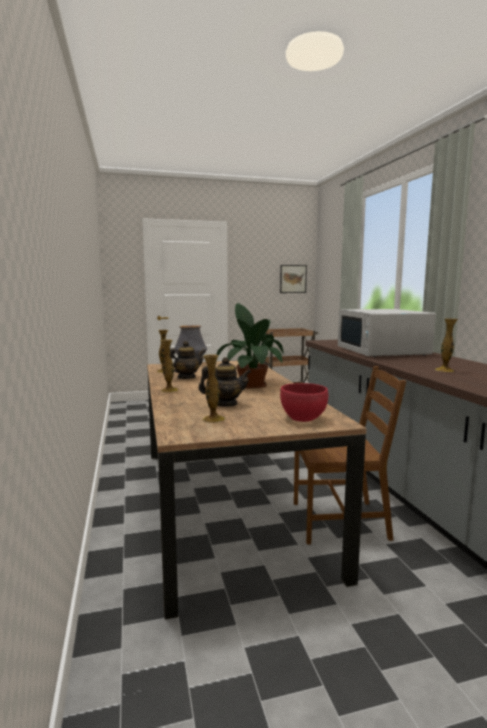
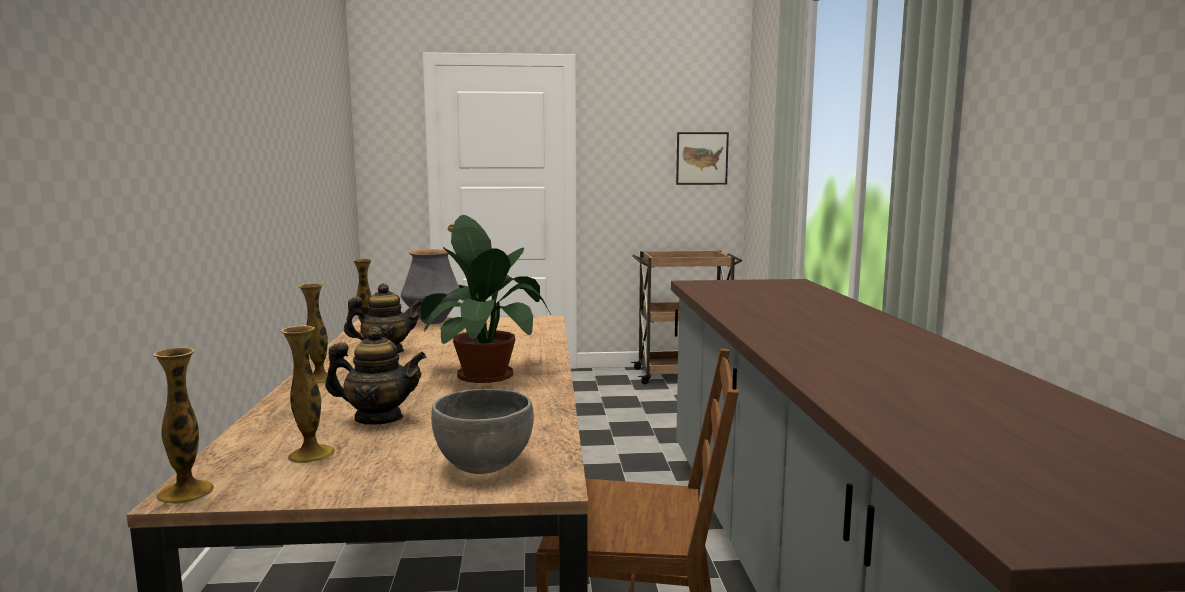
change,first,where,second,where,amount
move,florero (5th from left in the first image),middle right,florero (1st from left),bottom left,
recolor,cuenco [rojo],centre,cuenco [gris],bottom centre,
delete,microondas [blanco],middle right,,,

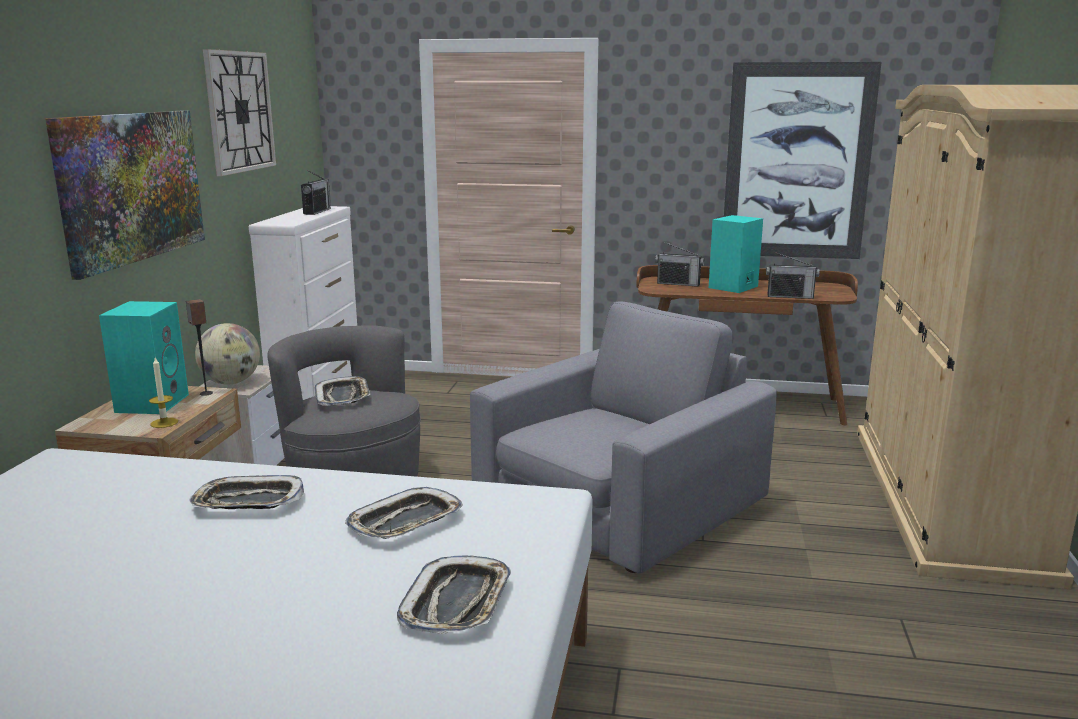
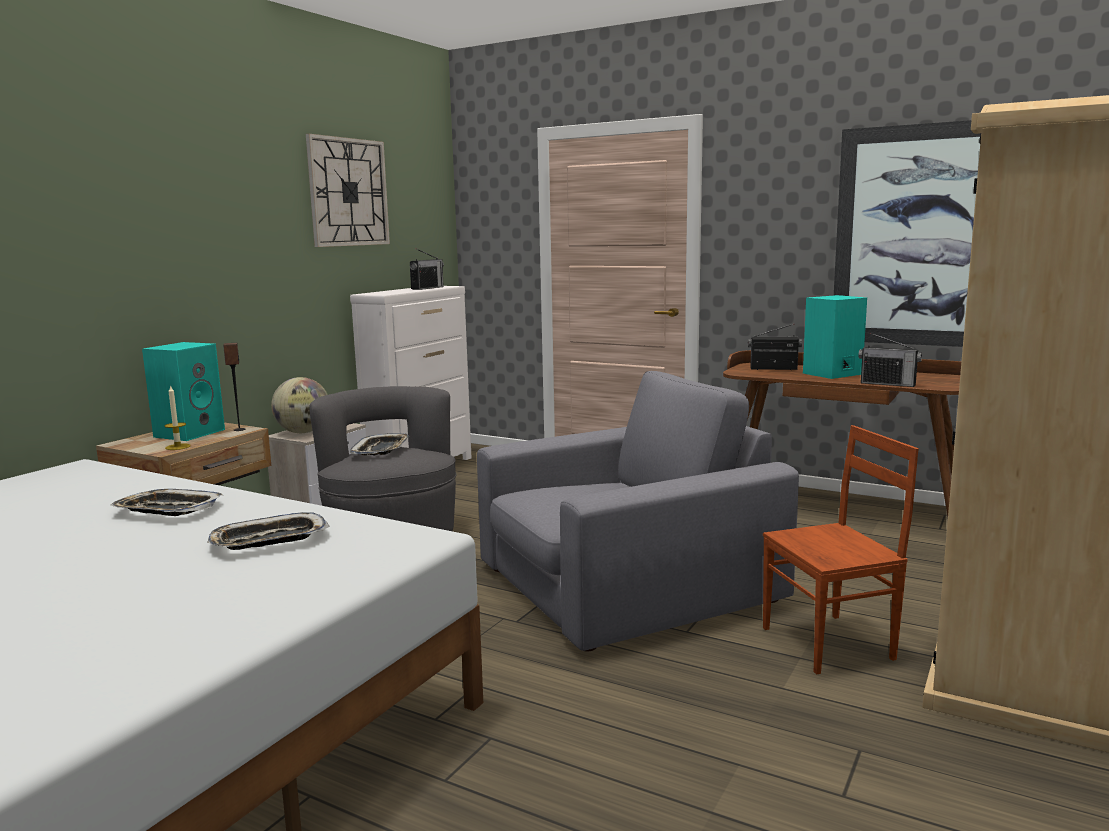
change,first,where,second,where,amount
rotate,radio (2nd from left),centre,,middle right,150 degrees clockwise
insert,,,silla [marrón],middle right,
delete,cuadro (1st from left),top left,,,
delete,bandeja (4th from left),bottom centre,,,

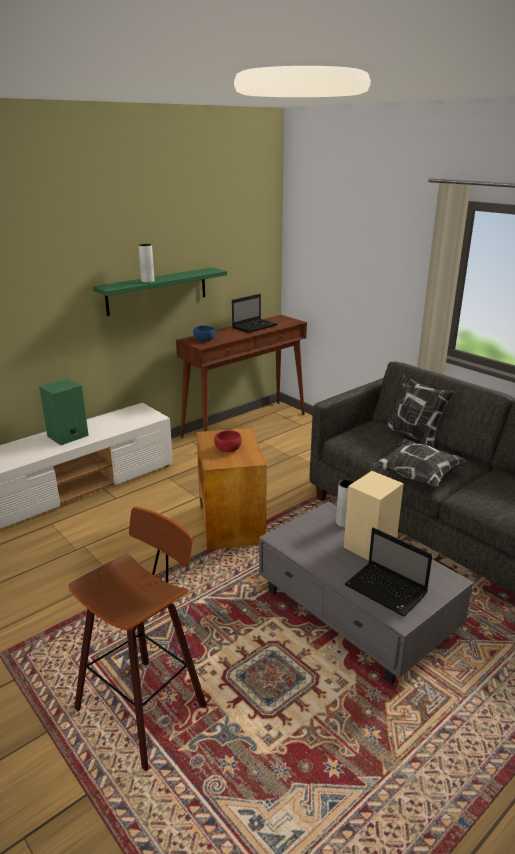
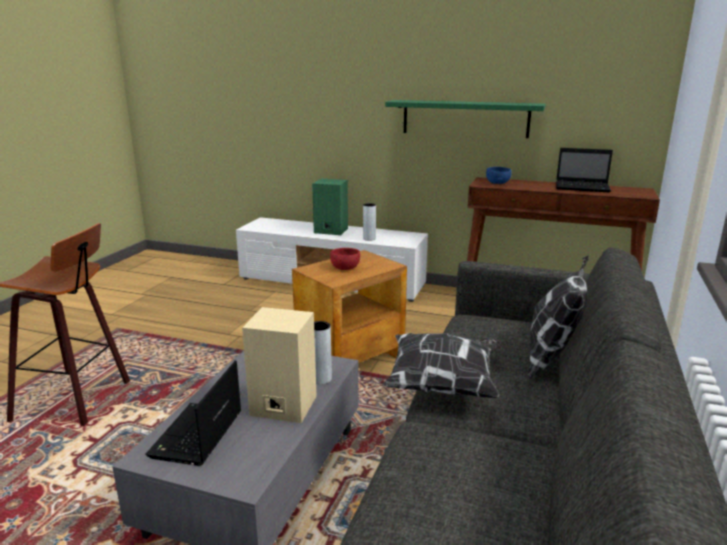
change,first,where,second,where,amount
move,florero [gris] (1st from left in the first image),top left,florero [gris] (2nd from left),centre,

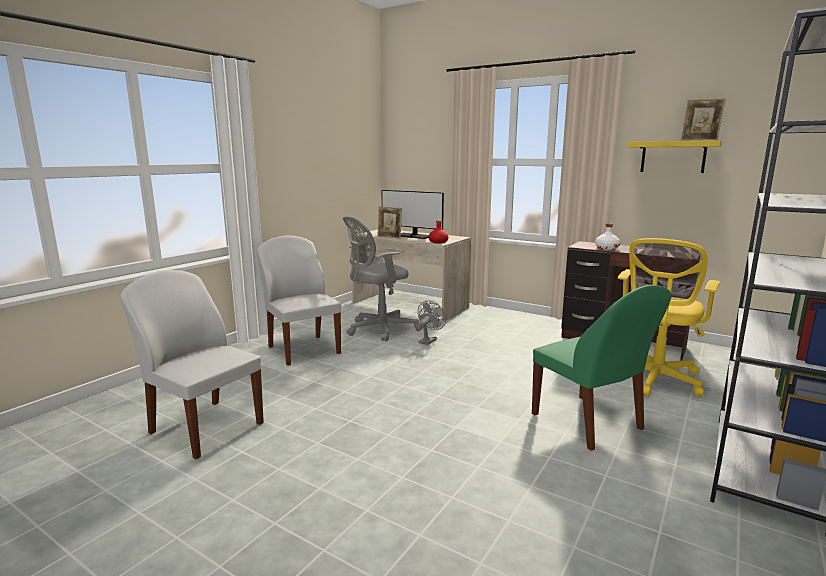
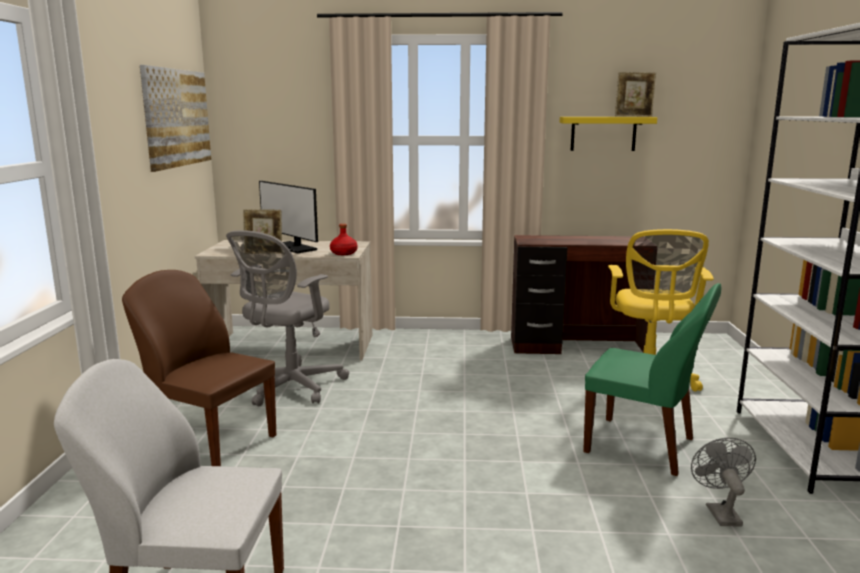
change,first,where,second,where,amount
recolor,silla [blanco] (2nd from left),centre,silla [marrón],middle left,
insert,,,cuadro,top left,
rotate,monitor,centre,,centre,45 degrees clockwise
move,ventilador [gris],centre,,bottom right,
delete,botella [blanco],middle right,,,

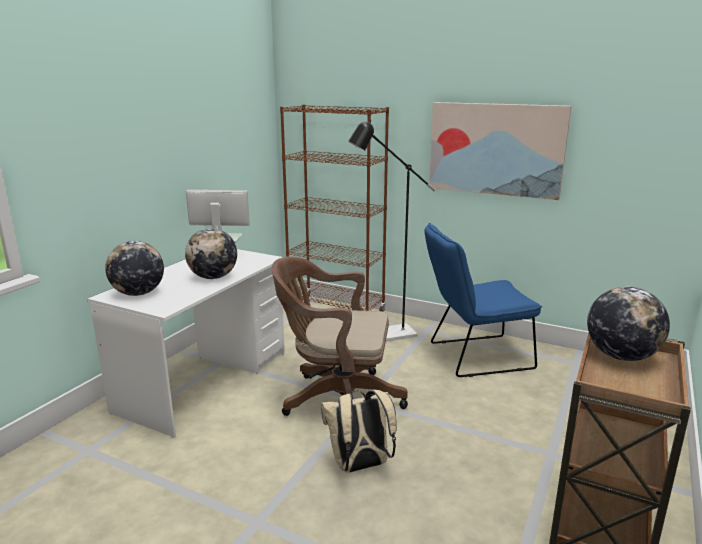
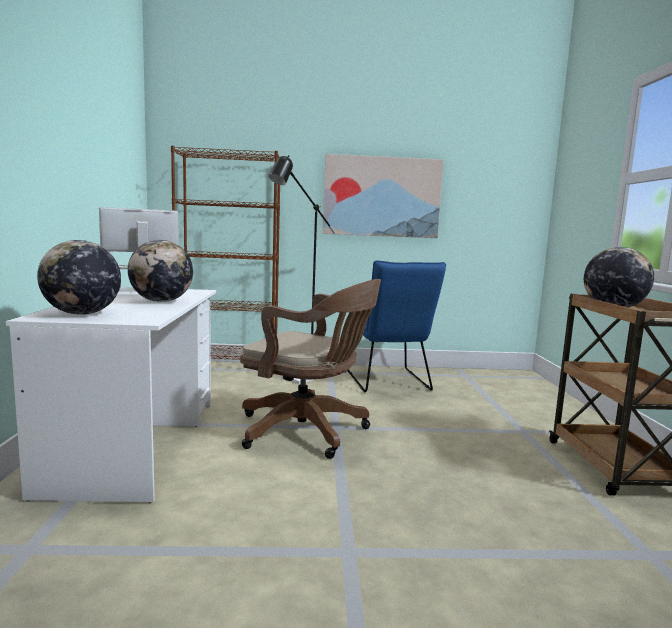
change,first,where,second,where,amount
rotate,silla de oficina [marrón],centre,,centre,135 degrees counterclockwise
rotate,silla [azul],middle right,,centre,60 degrees counterclockwise
delete,mochila [beis],bottom centre,,,

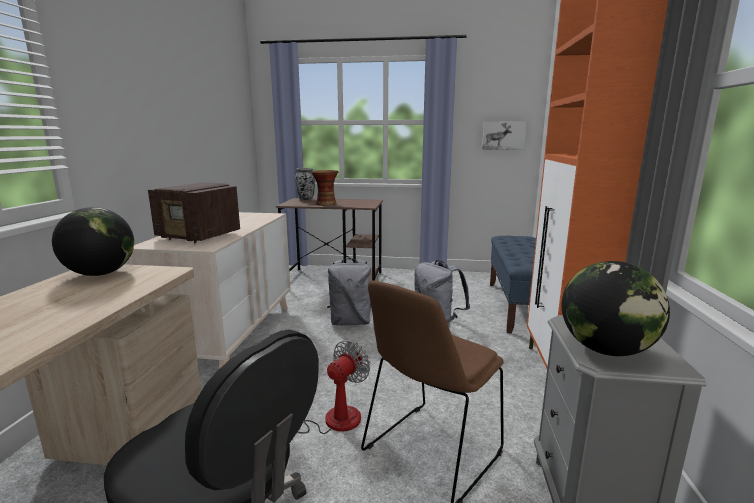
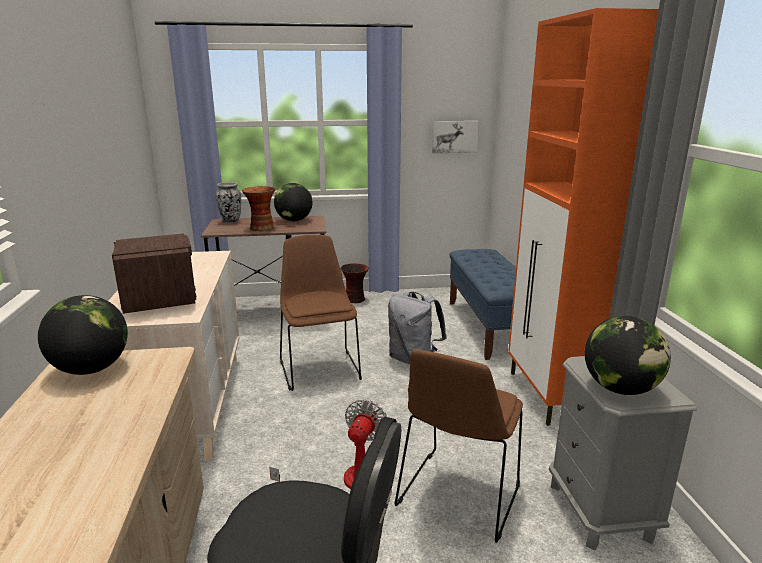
change,first,where,second,where,amount
rotate,radio,middle left,,middle left,120 degrees counterclockwise
insert,,,globo terráqueo (2nd from left),centre,
replace,mochila [gris] (1st from left),centre,silla [marrón] (1st from left),centre,
insert,,,florero (3rd from left),centre,

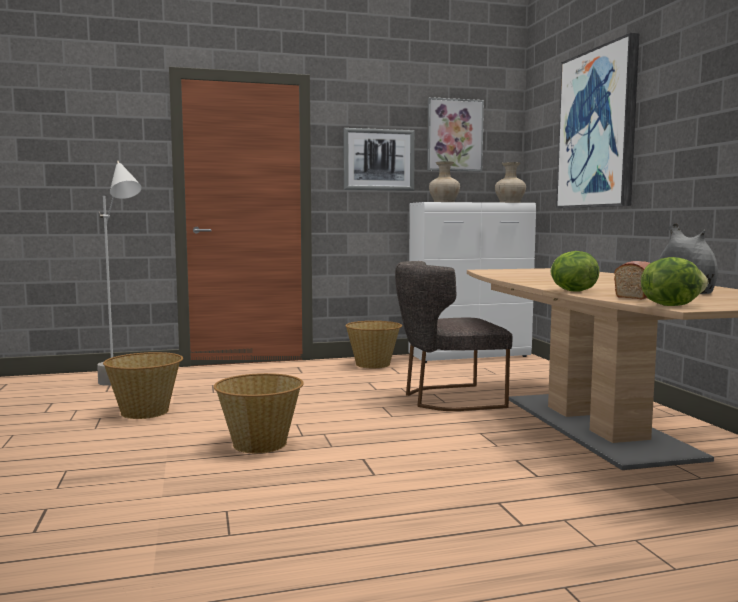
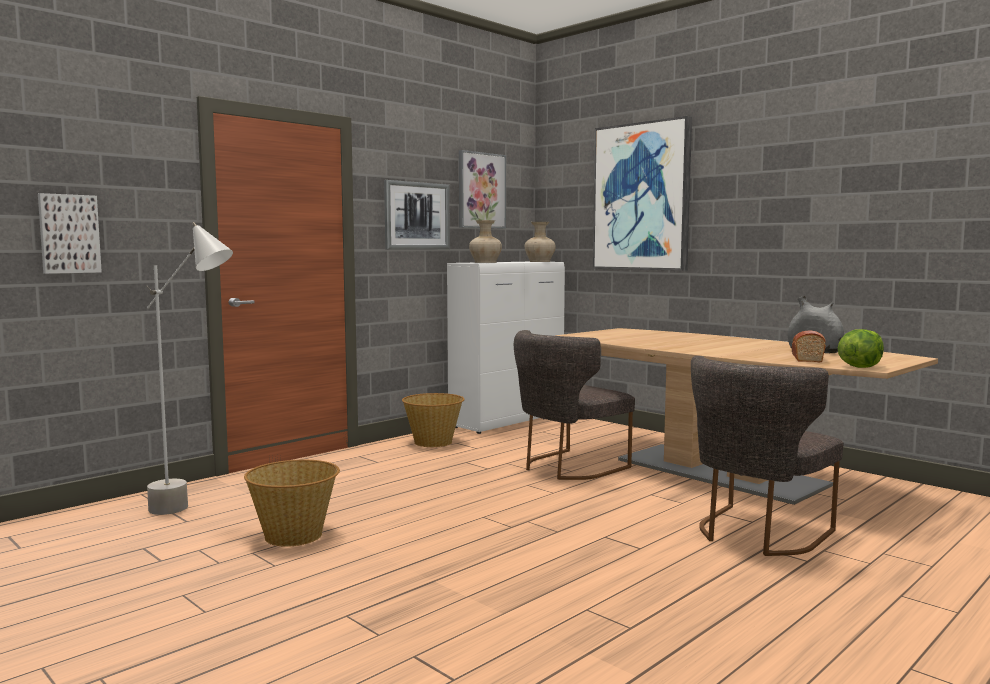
change,first,where,second,where,amount
insert,,,cuadro (1st from left),middle left,
insert,,,silla [gris] (2nd from left),bottom right,
delete,cesta (2nd from left),bottom centre,,,
delete,lechuga (1st from left),middle right,,,

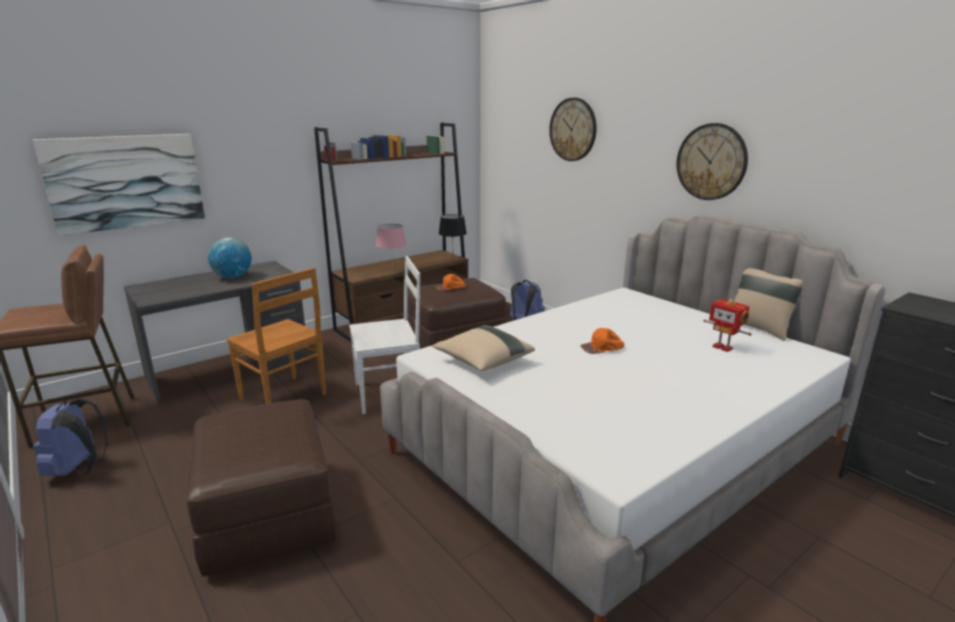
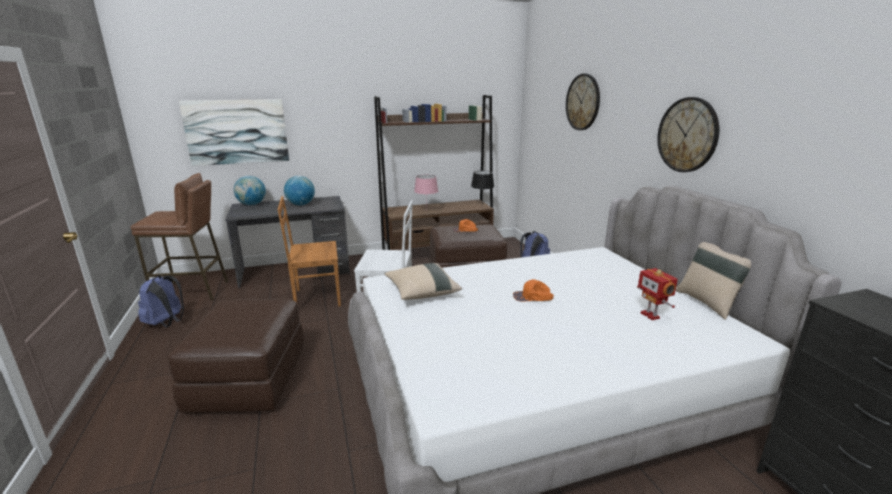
change,first,where,second,where,amount
insert,,,globo terráqueo (1st from left),middle left,
rotate,silla [marrón],middle left,,centre,105 degrees clockwise

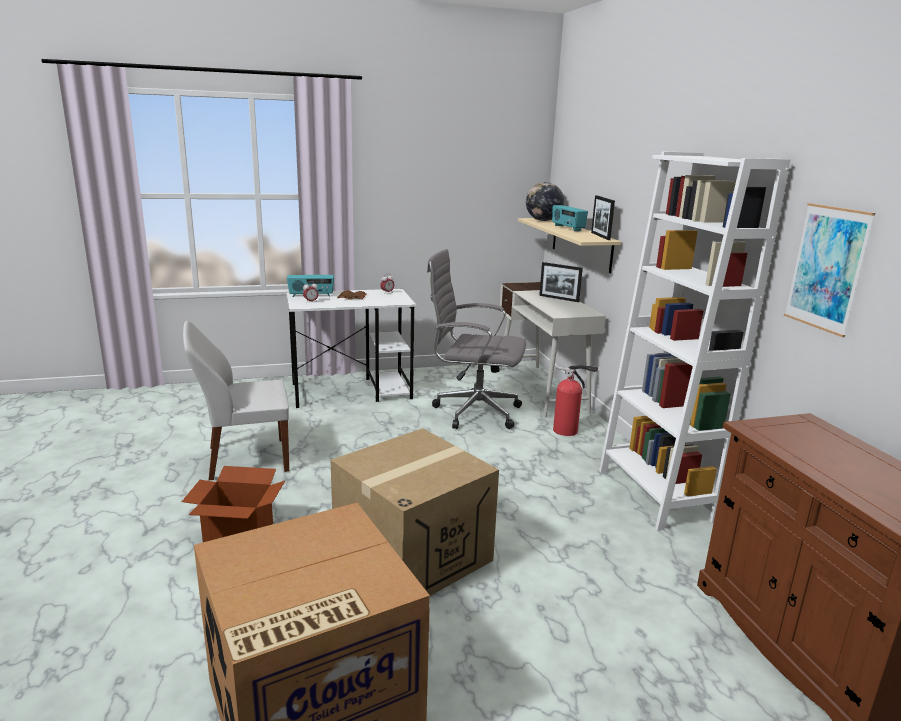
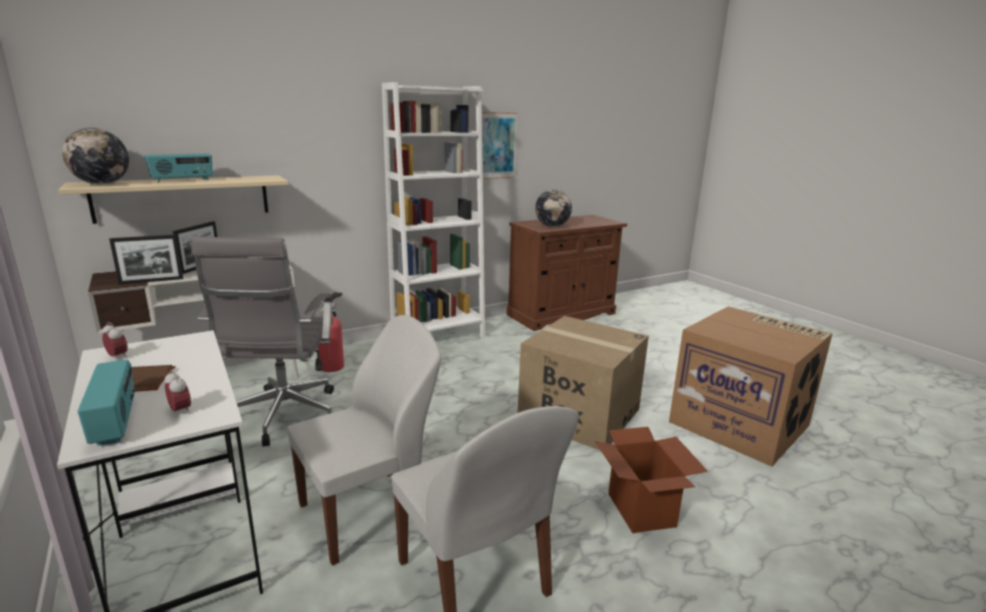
change,first,where,second,where,amount
move,portarretratos (2nd from left in the first image),top right,portarretratos (1st from left),middle left,
insert,,,silla [blanco] (1st from left),bottom centre,
insert,,,globo terráqueo (2nd from left),centre,

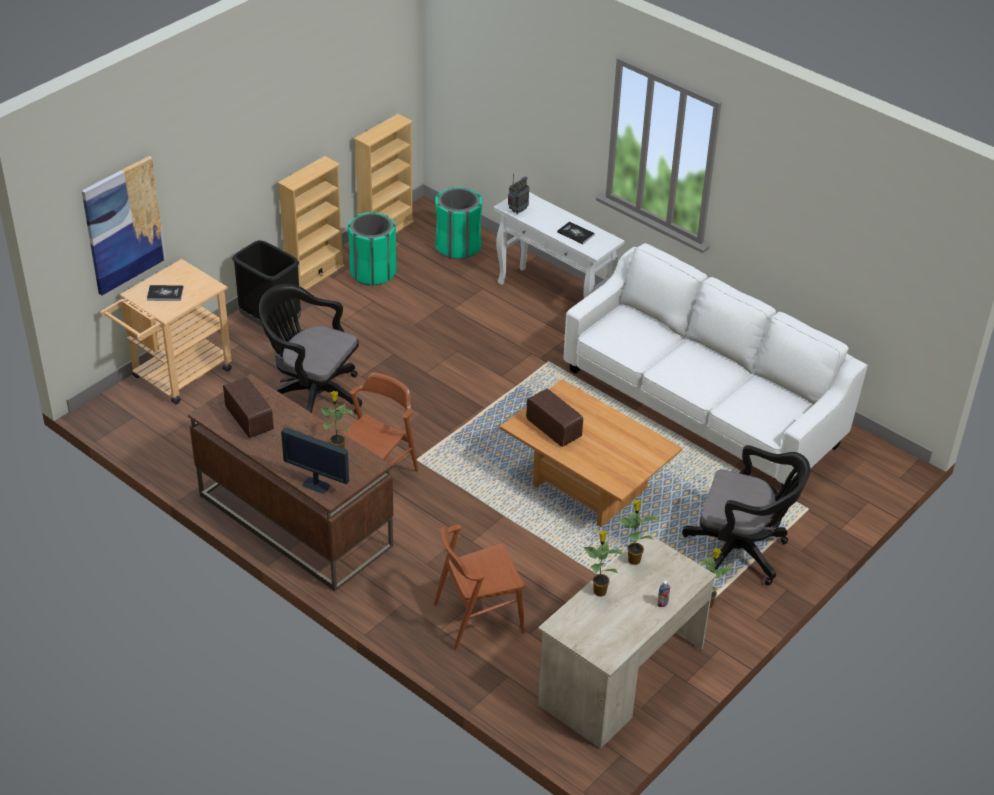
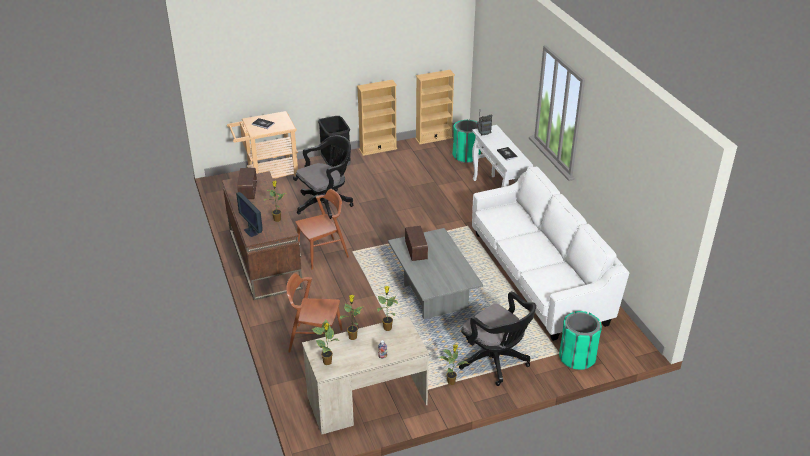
change,first,where,second,where,amount
rotate,silla de oficina [negro] (1st from left),middle left,,centre,90 degrees clockwise
insert,,,planta en maceta (2nd from left),bottom centre,
recolor,mesa de centro [marrón],centre,mesa de centro [gris],centre,
move,papelera [verde] (1st from left in the first image),top centre,papelera [verde] (2nd from left),bottom right,
delete,cuadro,top left,,,

